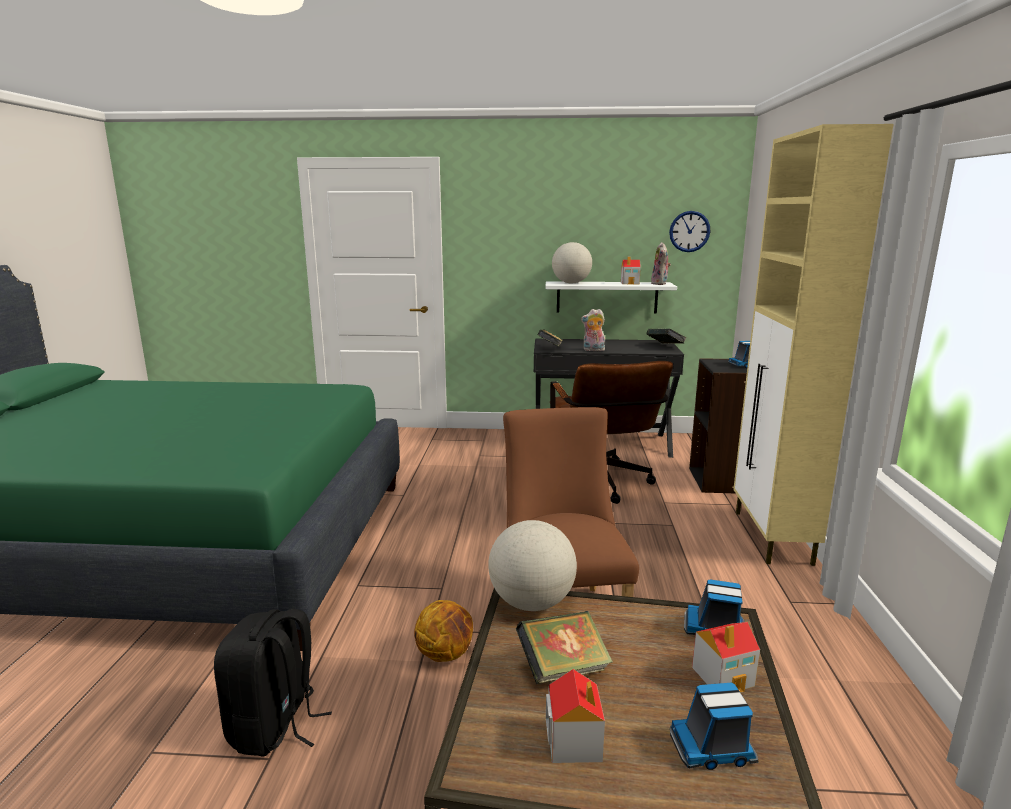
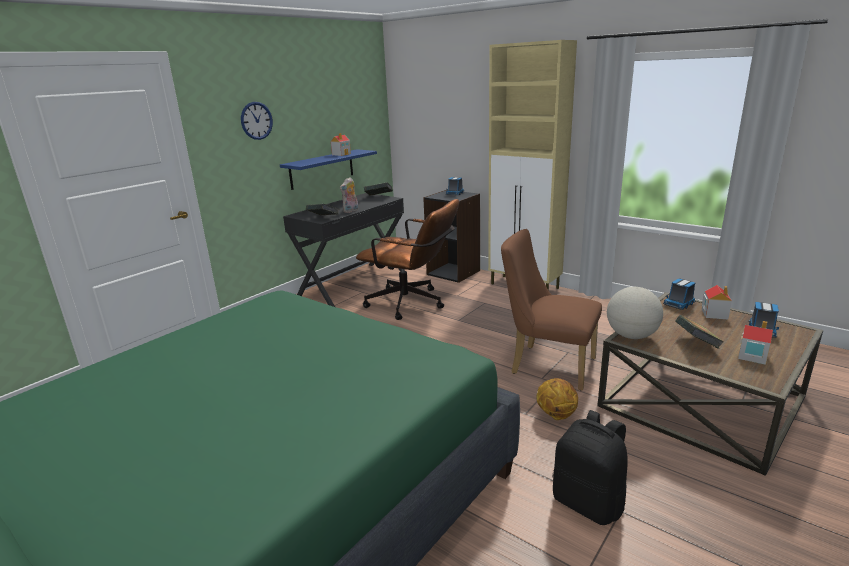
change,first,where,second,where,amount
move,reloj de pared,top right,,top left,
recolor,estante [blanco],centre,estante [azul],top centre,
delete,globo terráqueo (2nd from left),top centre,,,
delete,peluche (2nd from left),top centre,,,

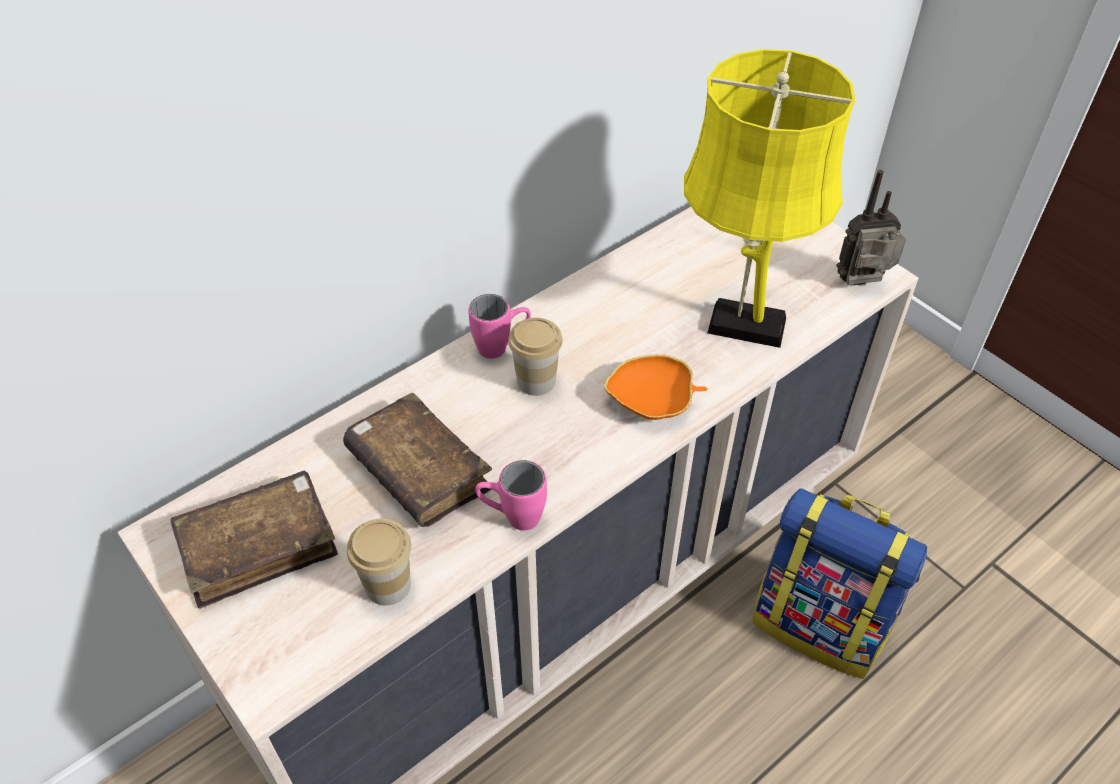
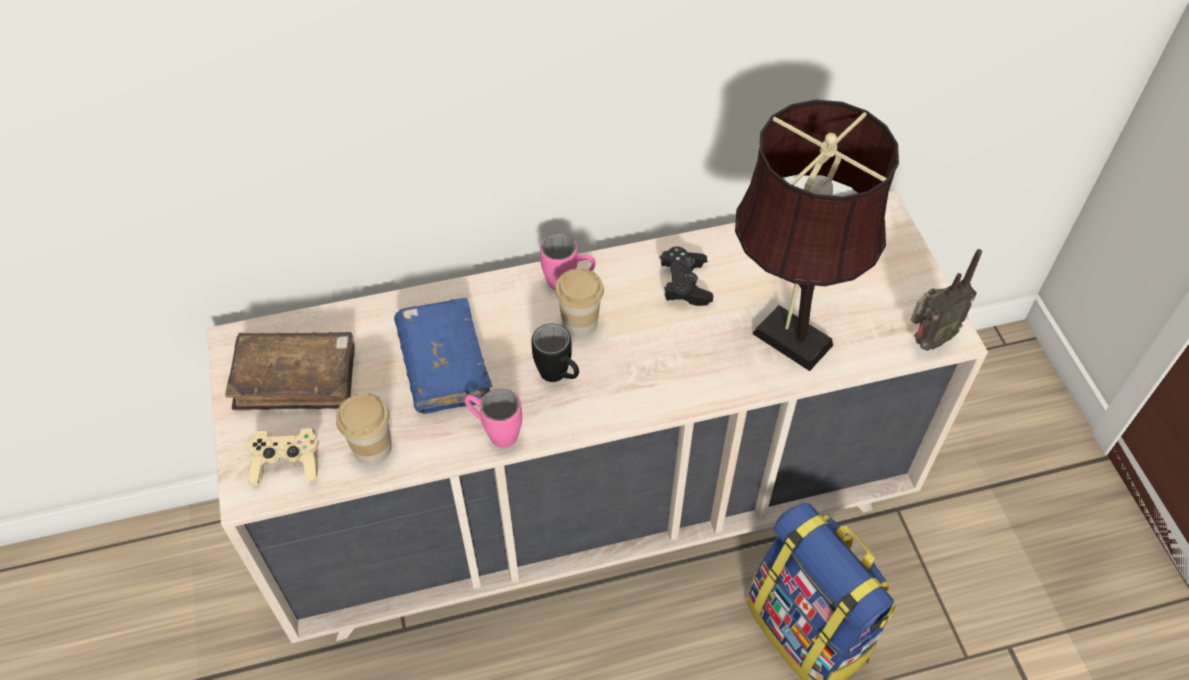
change,first,where,second,where,amount
insert,,,mando de consola [beis],bottom left,
recolor,libro [marrón] (2nd from left),centre,libro [azul],centre,
insert,,,taza grande [negro],centre,
insert,,,mando de consola [negro],centre,
recolor,lámpara de mesa [amarillo],top right,lámpara de mesa [marrón],middle right,
rotate,radio,top right,,middle right,135 degrees clockwise
delete,cuenco [naranja],centre,,,

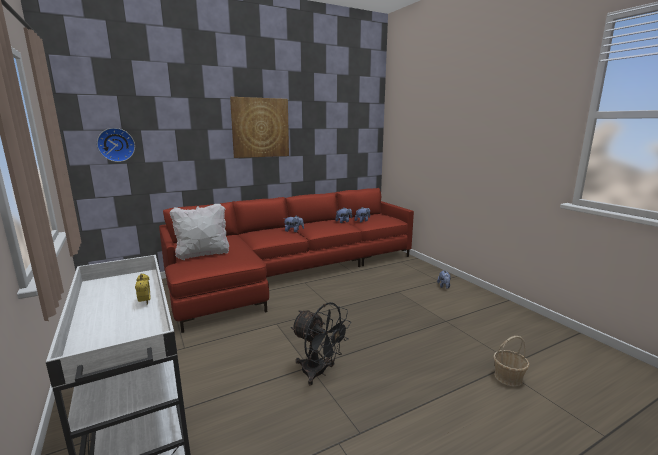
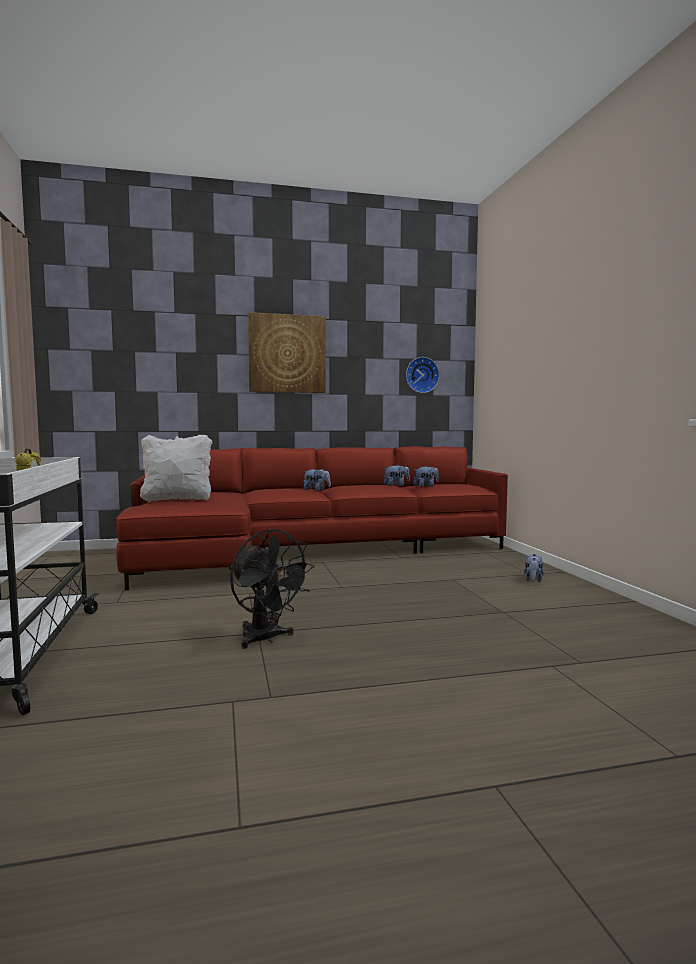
change,first,where,second,where,amount
move,reloj de pared,top left,,centre,
delete,cesta,bottom right,,,

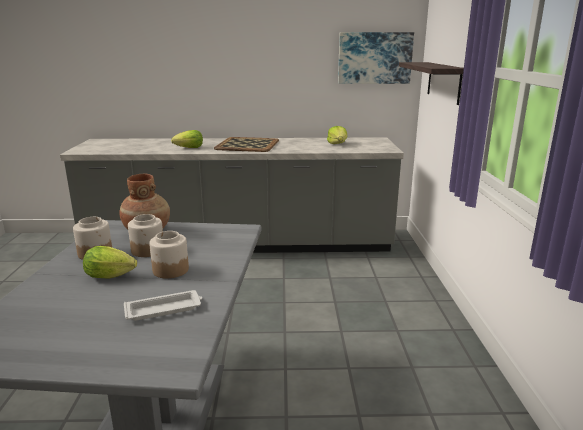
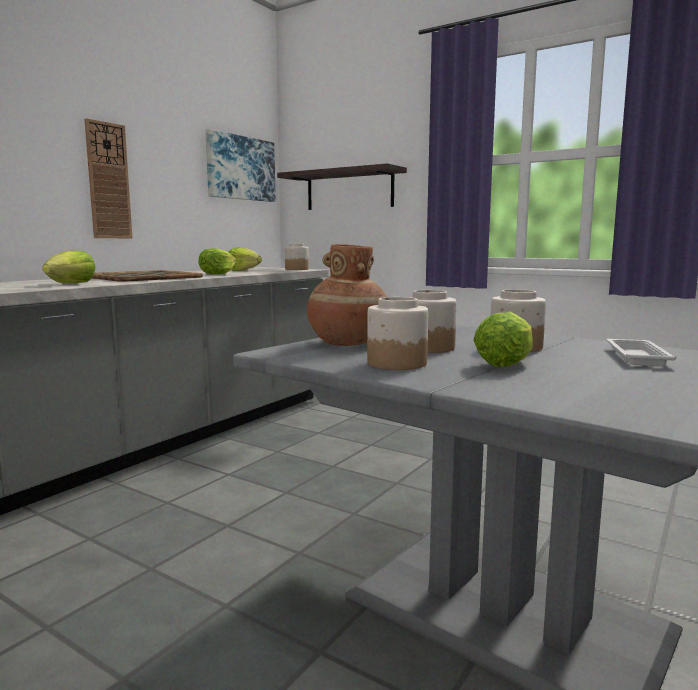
change,first,where,second,where,amount
insert,,,reloj de pared,top left,
insert,,,lechuga (2nd from left),middle left,
insert,,,tarro (1st from left),centre,

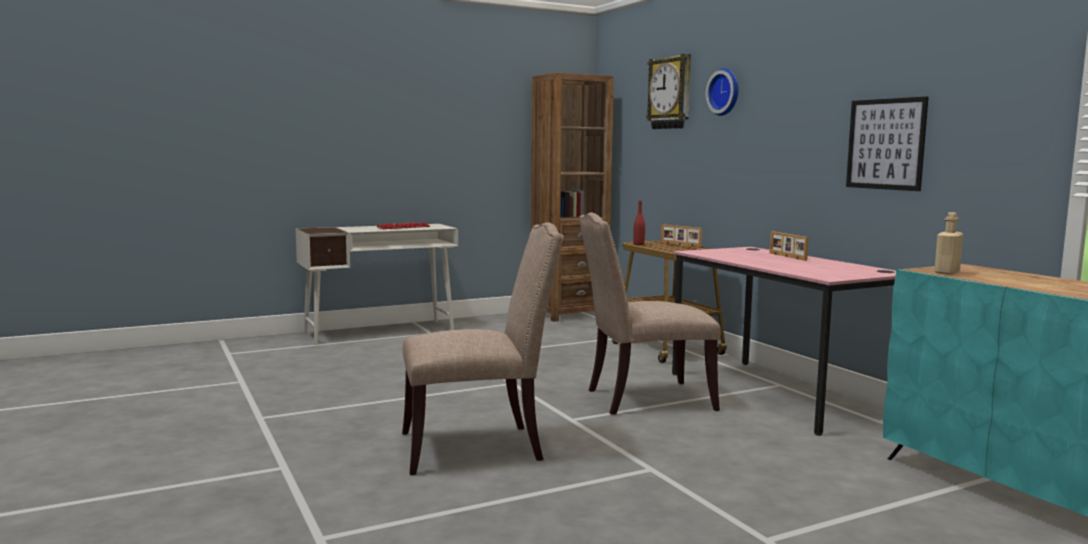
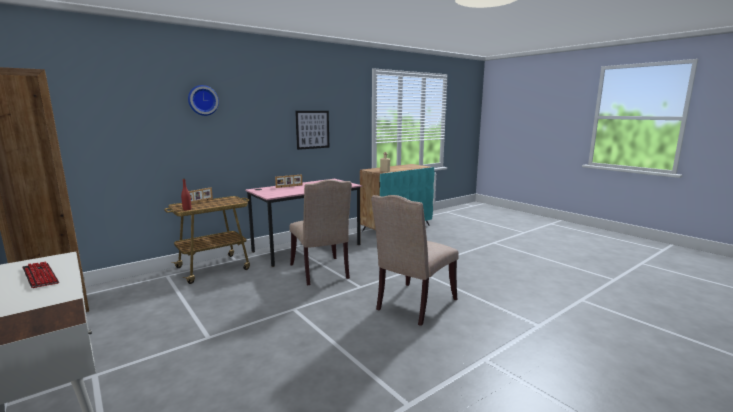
change,first,where,second,where,amount
rotate,silla [beis] (1st from left in the first image),centre,silla [beis] (2nd from left),centre,120 degrees counterclockwise
delete,reloj de pared (1st from left),top centre,,,

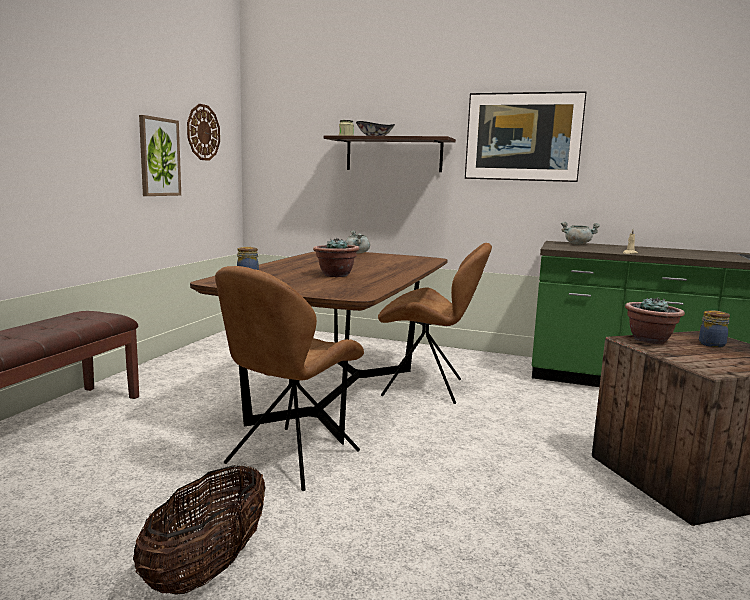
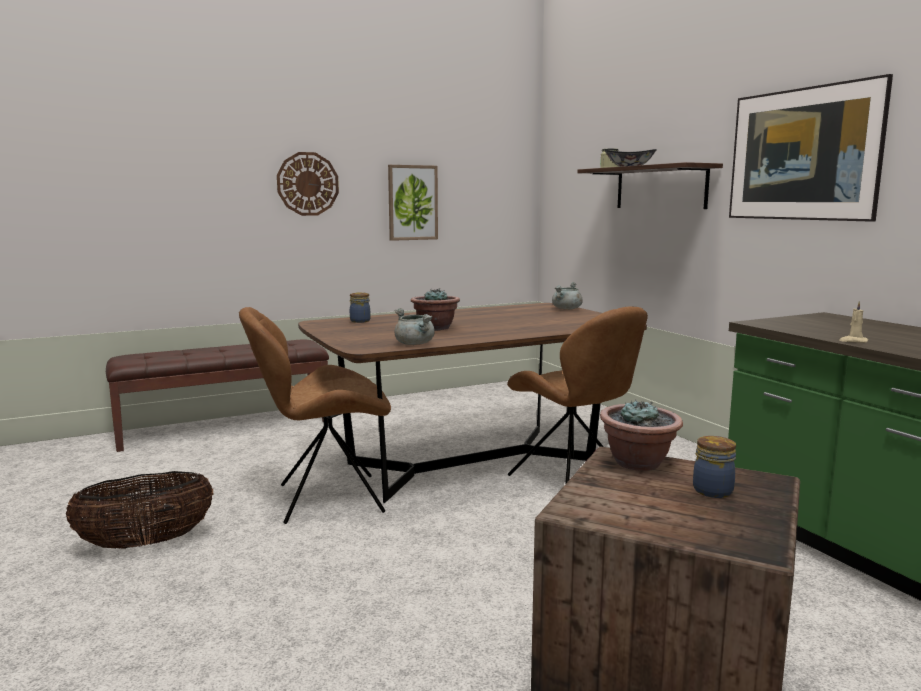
change,first,where,second,where,amount
move,reloj de pared,top left,,top centre,
move,olla [gris] (2nd from left in the first image),middle right,olla [gris] (1st from left),centre,

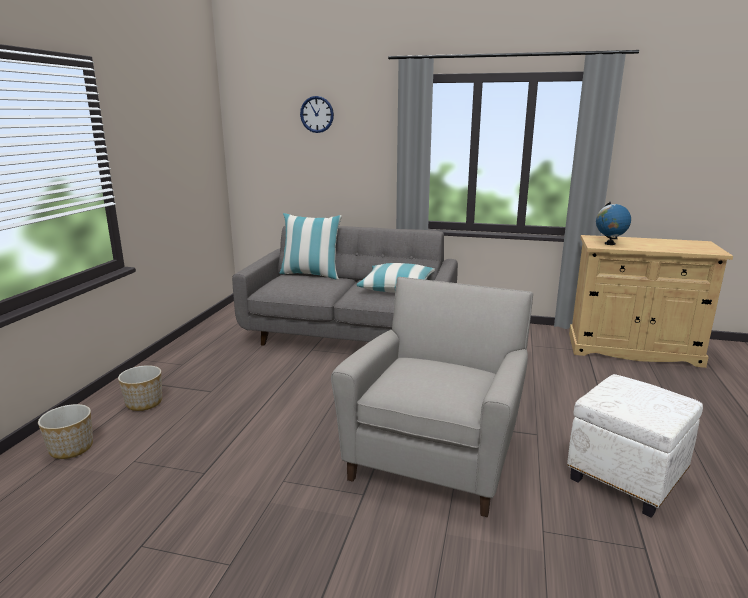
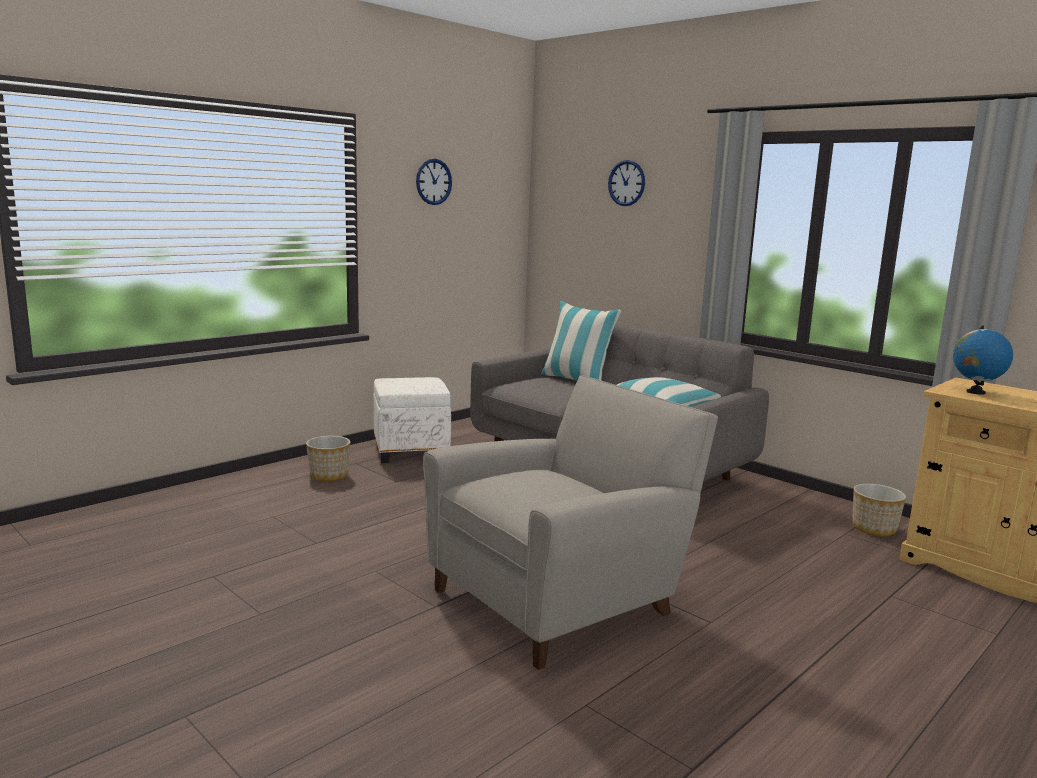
change,first,where,second,where,amount
move,puf [blanco],bottom right,,centre,
insert,,,reloj de pared (1st from left),top centre,
move,maceta (1st from left in the first image),bottom left,maceta (2nd from left),middle right,

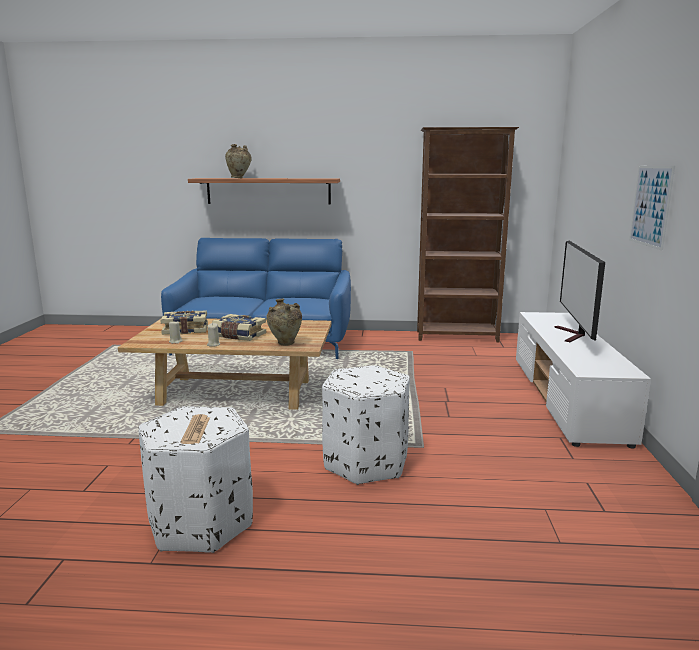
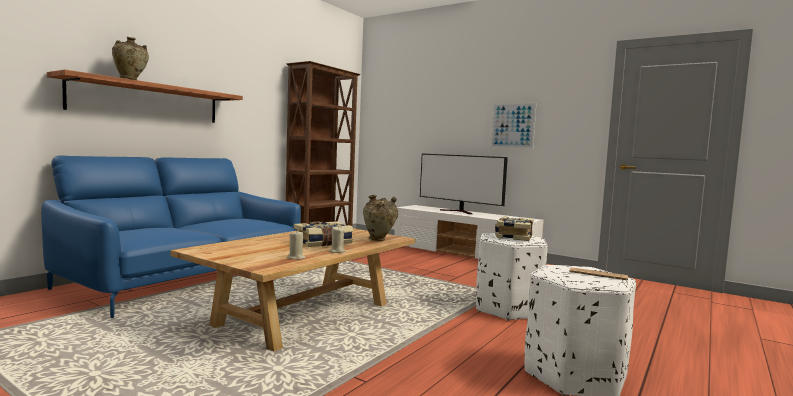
change,first,where,second,where,amount
move,libro (1st from left in the first image),middle left,libro (2nd from left),centre,

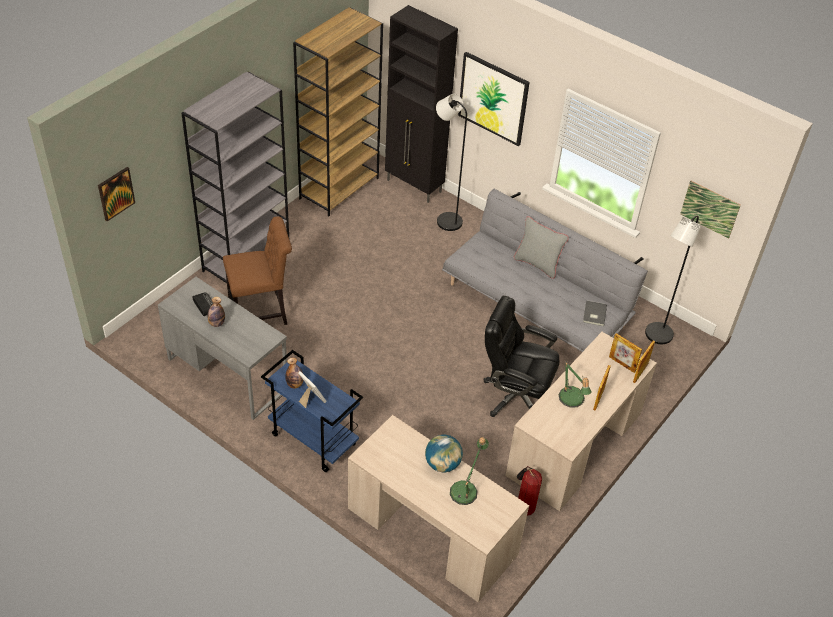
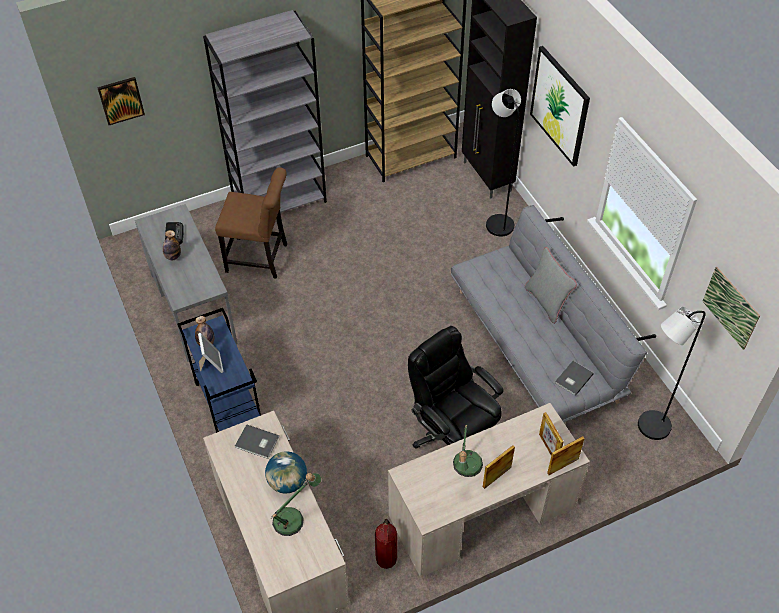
change,first,where,second,where,amount
insert,,,libro [gris] (1st from left),bottom left,

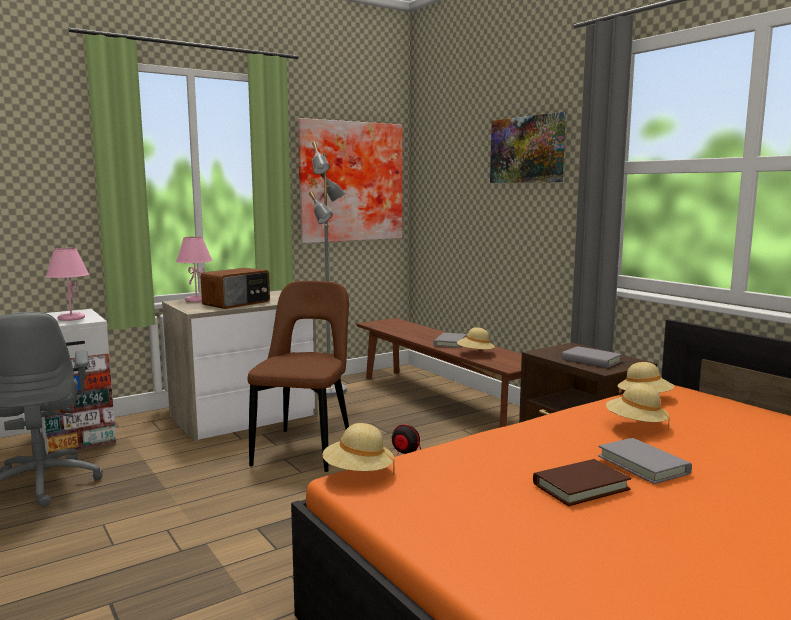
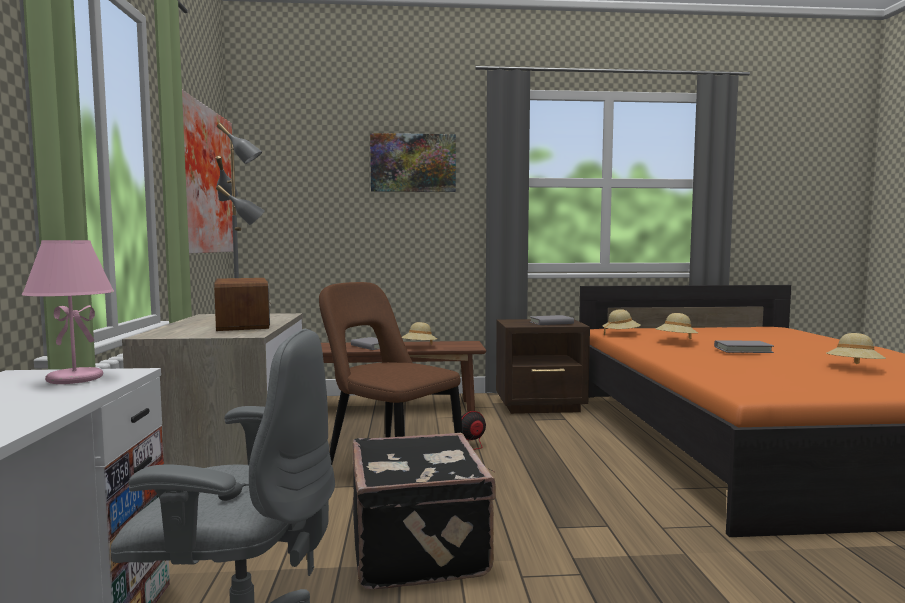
change,first,where,second,where,amount
insert,,,maleta [negro],bottom centre,
move,sombrero [beis] (1st from left in the first image),bottom centre,sombrero [beis] (4th from left),middle right,
delete,lámpara de mesa [rosa] (2nd from left),middle left,,,
delete,libro [marrón],bottom right,,,

